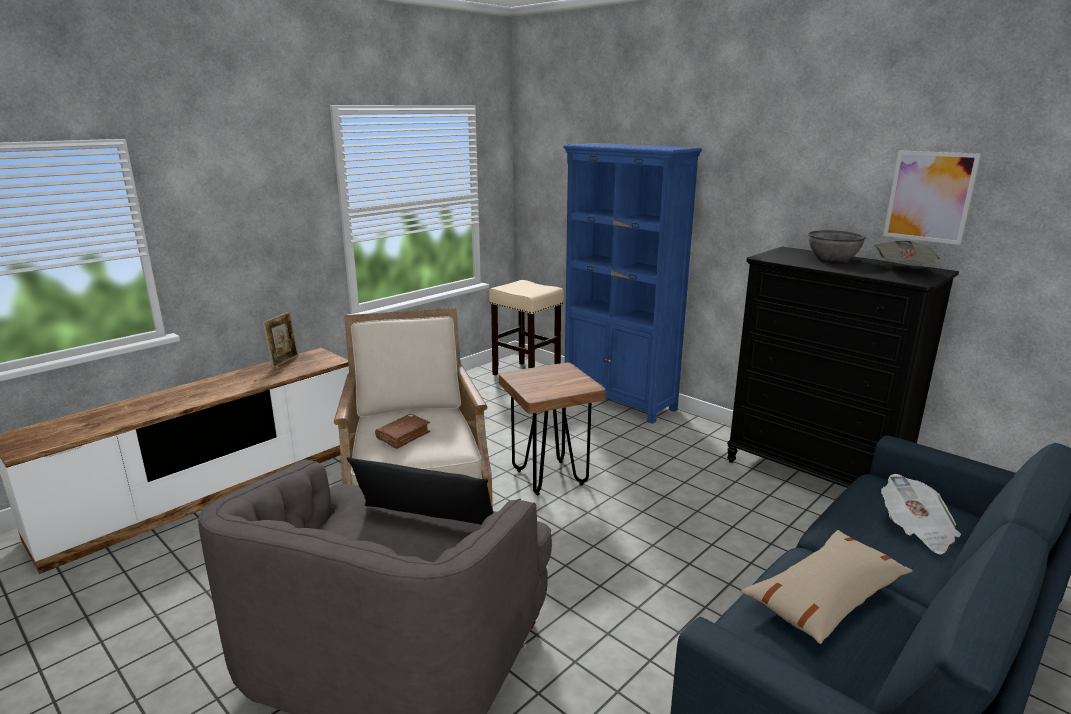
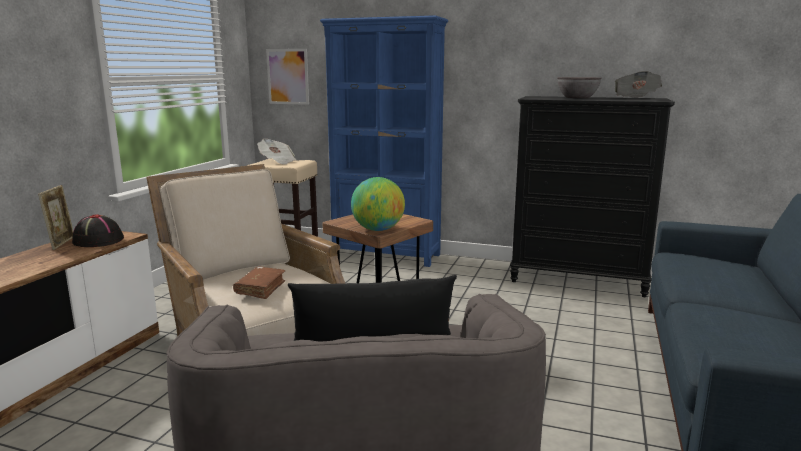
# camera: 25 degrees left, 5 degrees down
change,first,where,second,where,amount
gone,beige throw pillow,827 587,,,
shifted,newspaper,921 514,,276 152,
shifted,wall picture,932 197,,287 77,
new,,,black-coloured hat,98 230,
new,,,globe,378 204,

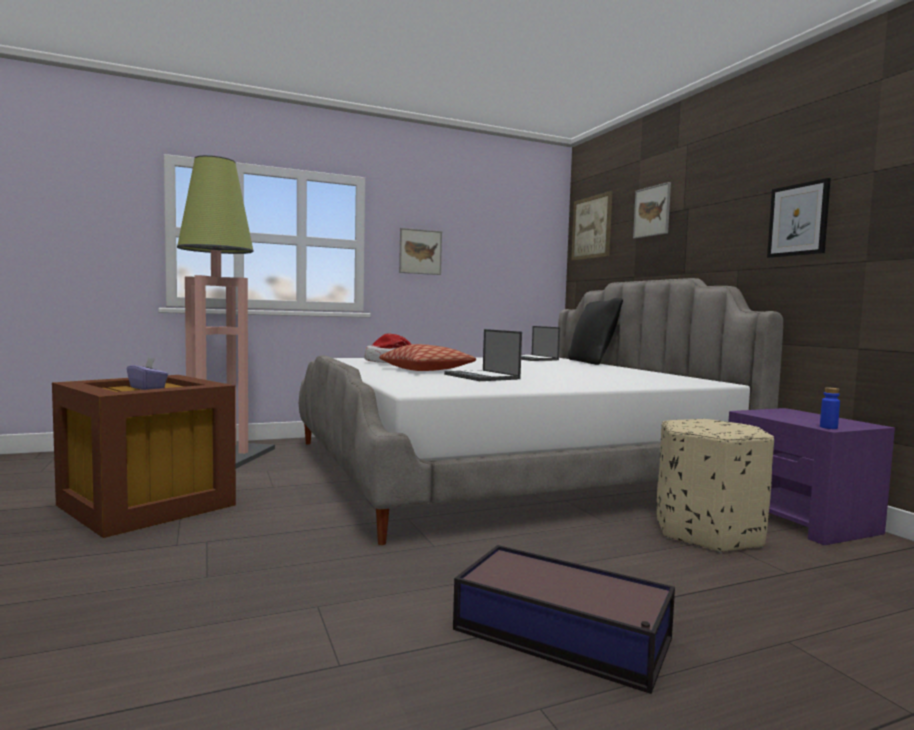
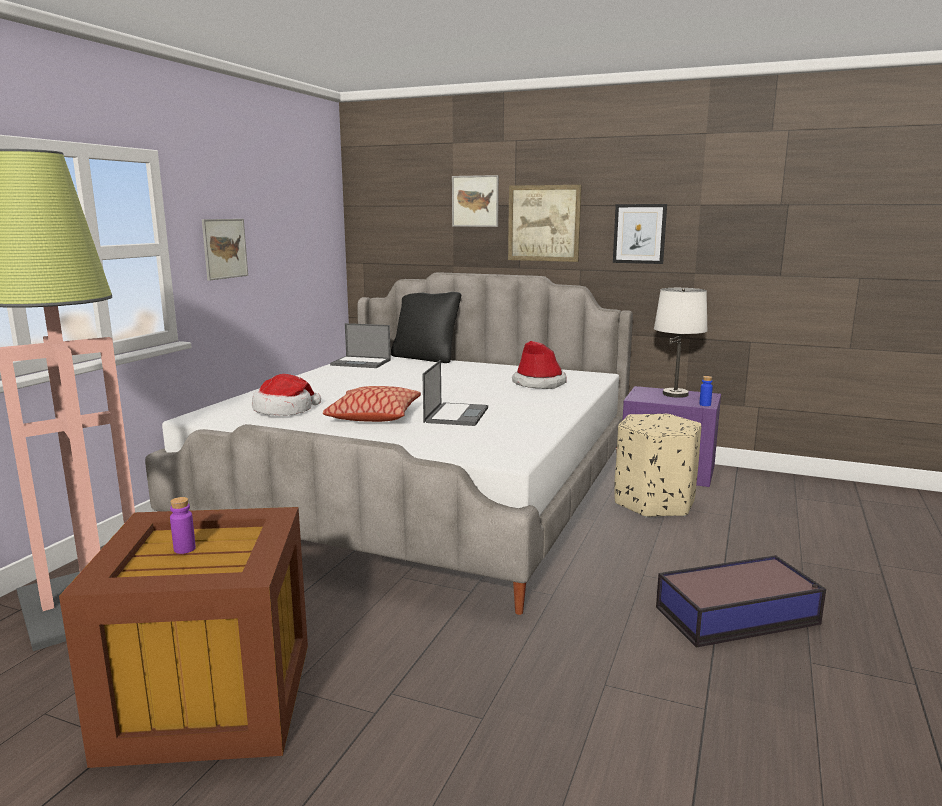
# camera: 45 degrees left, 10 degrees up
change,first,where,second,where,amount
swapped,purplish tissue box,147 373,purplish beverage bottle,183 525,
rotated,notebook computer,483 355,,455 393,90 degrees counterclockwise
shifted,wall picture,591 226,,545 223,
new,,,hat,539 365,
new,,,whitish tabletop lamp,681 343,

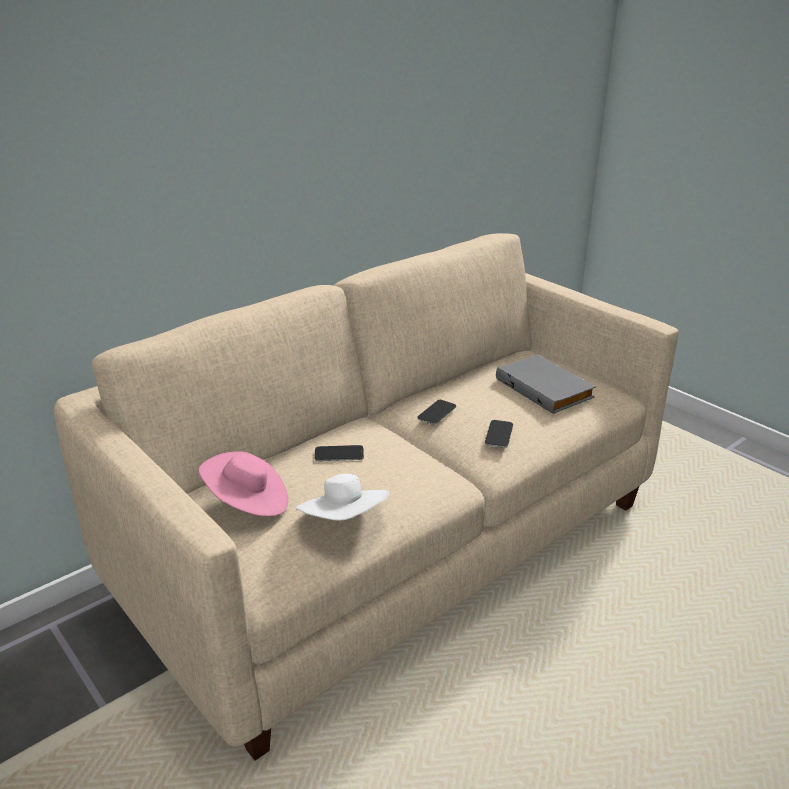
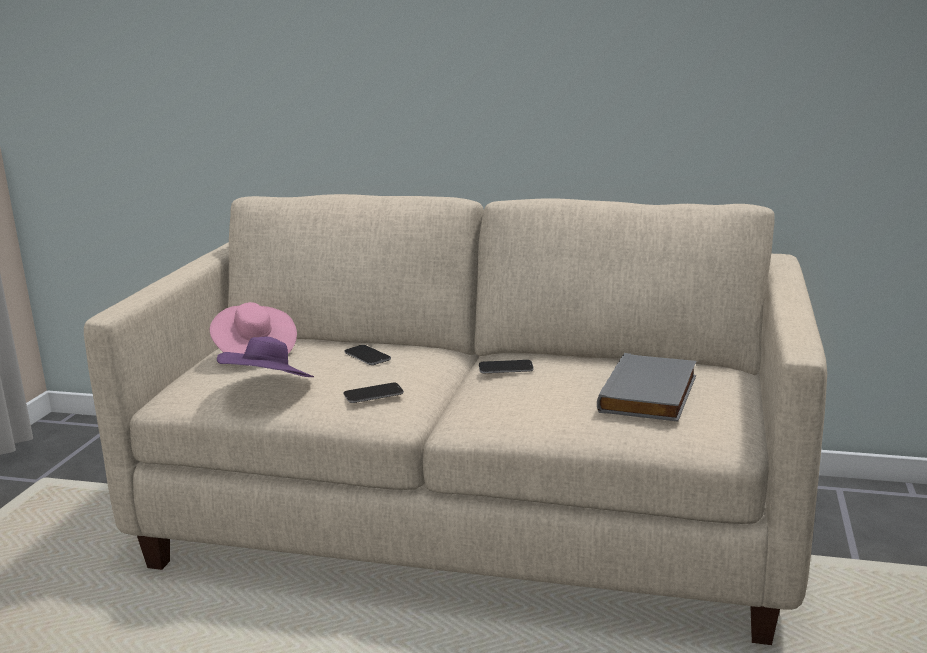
# camera: 55 degrees right, 10 degrees down
change,first,where,second,where,amount
repainted,whitish hat,343 497,purplish hat,265 357,
shifted,phone,499 434,,374 393,

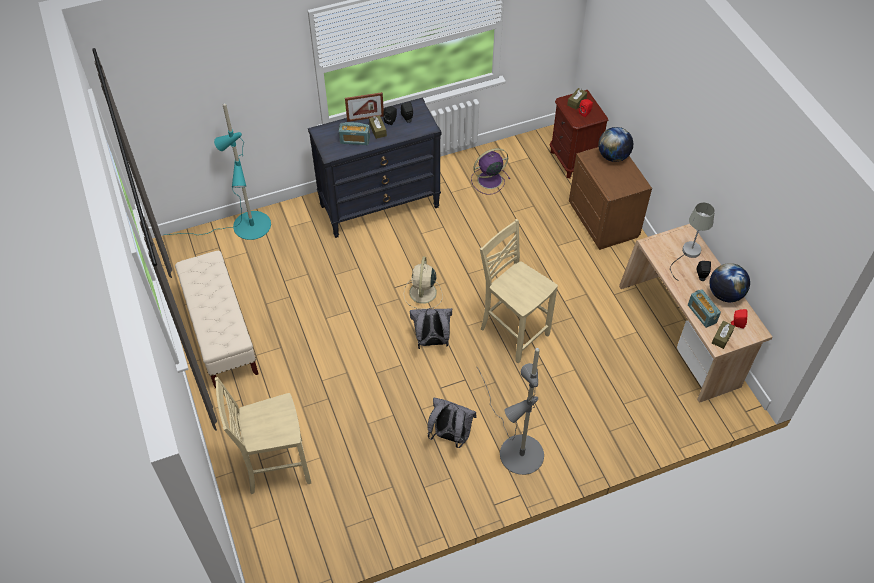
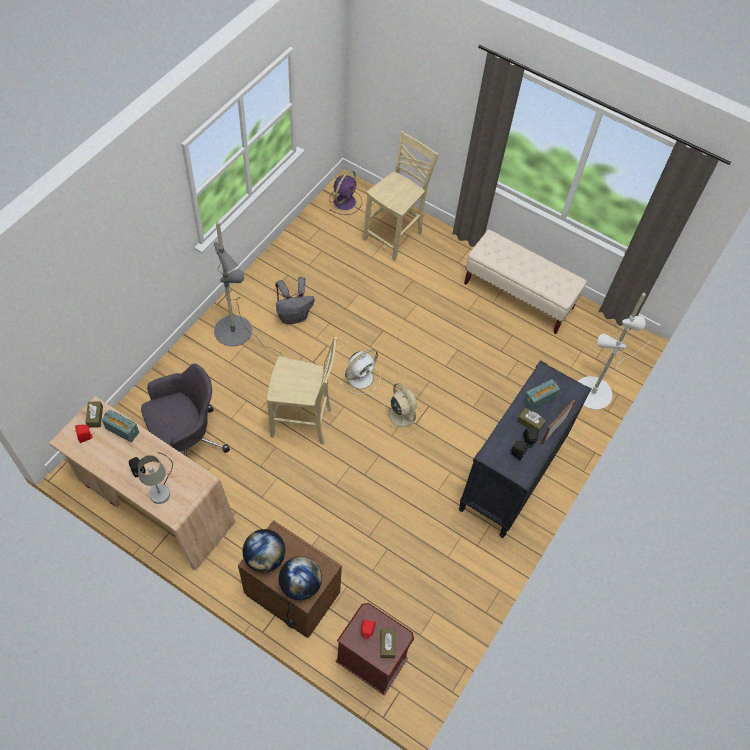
# camera: 140 degrees right, 5 degrees up
change,first,where,second,where,amount
repainted,blue-green floor lamp,217 171,whitish floor lamp,615 351,
swapped,gray rucksack,431 328,whitish electric fan,360 372,
shifted,purplish electric fan,490 171,,345 192,
shifted,globe,729 282,,263 550,
new,,,gray office chair,185 410,

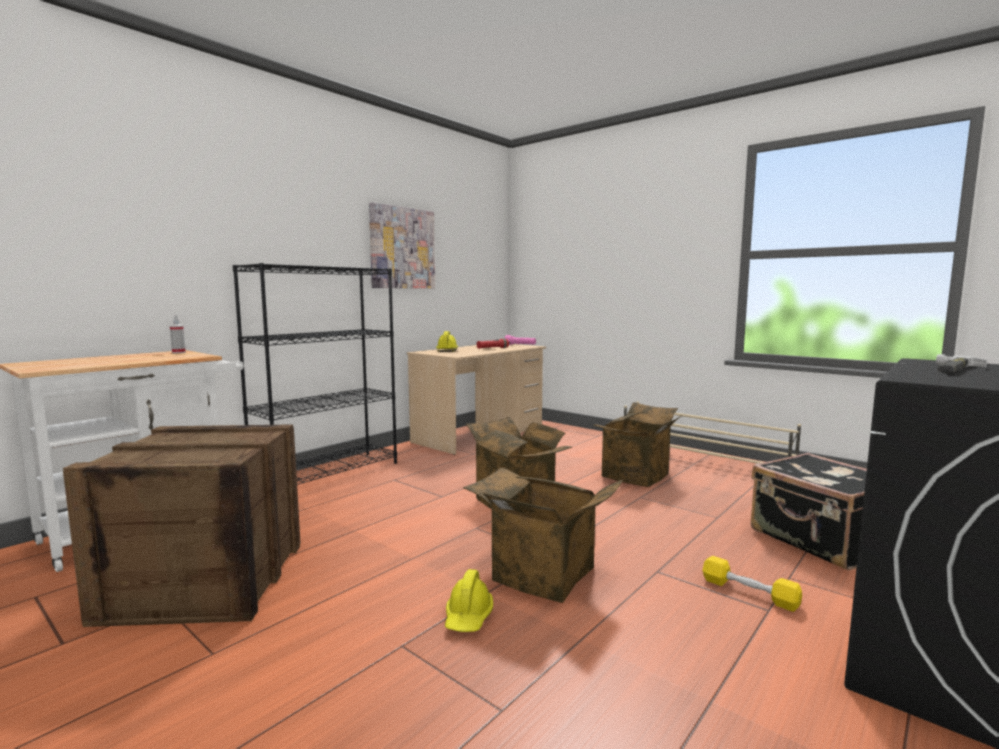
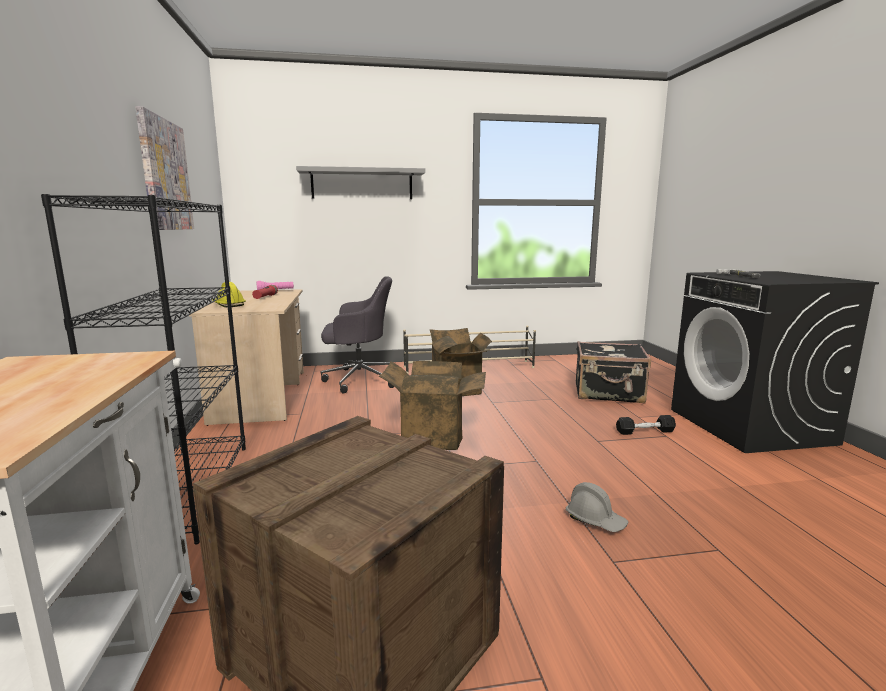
# camera: 50 degrees left, 5 degrees up
change,first,where,second,where,amount
gone,spray bottle,178 334,,,
repainted,yellowish work helmet,469 600,gray work helmet,597 507,
gone,packing box,543 535,,,
repainted,yellowish dumbbell,752 584,black-coloured dumbbell,646 425,
new,,,gray shelf,360 182,
new,,,gray office chair,357 335,

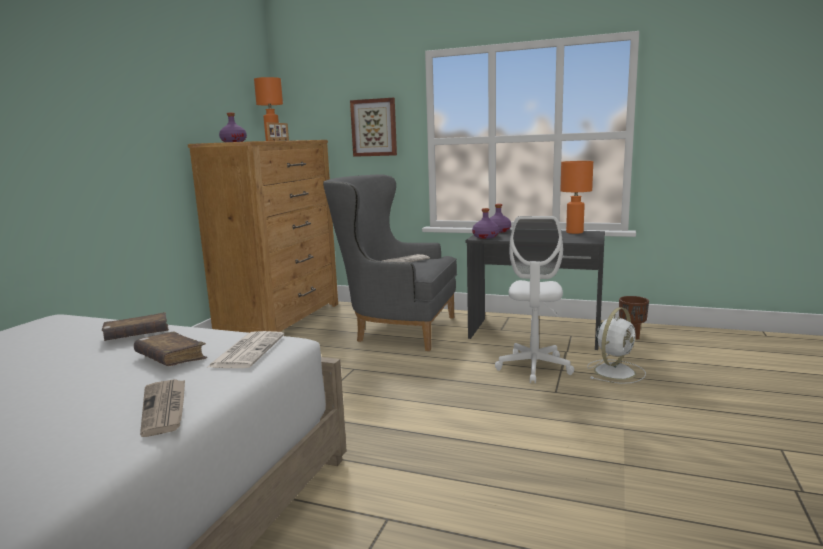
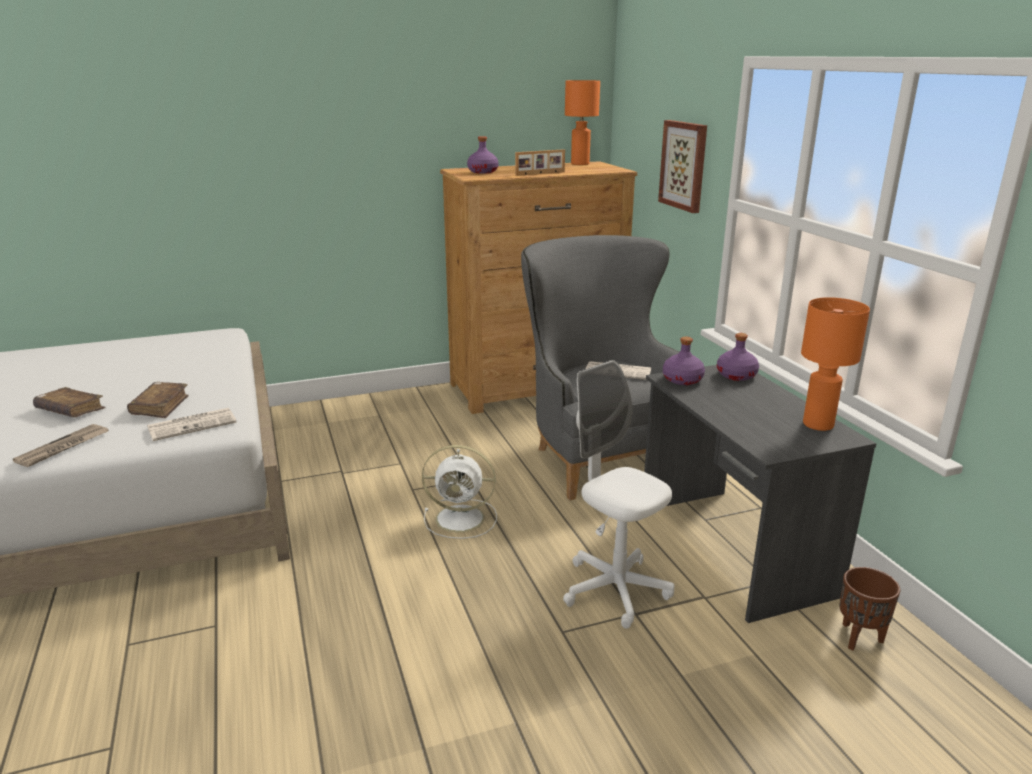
# camera: 50 degrees right, 10 degrees up
change,first,where,second,where,amount
shifted,brown-coloured volume,135 326,,69 402,
rotated,whitish office chair,534 300,,618 494,75 degrees clockwise
shifted,whitish electric fan,616 345,,459 492,

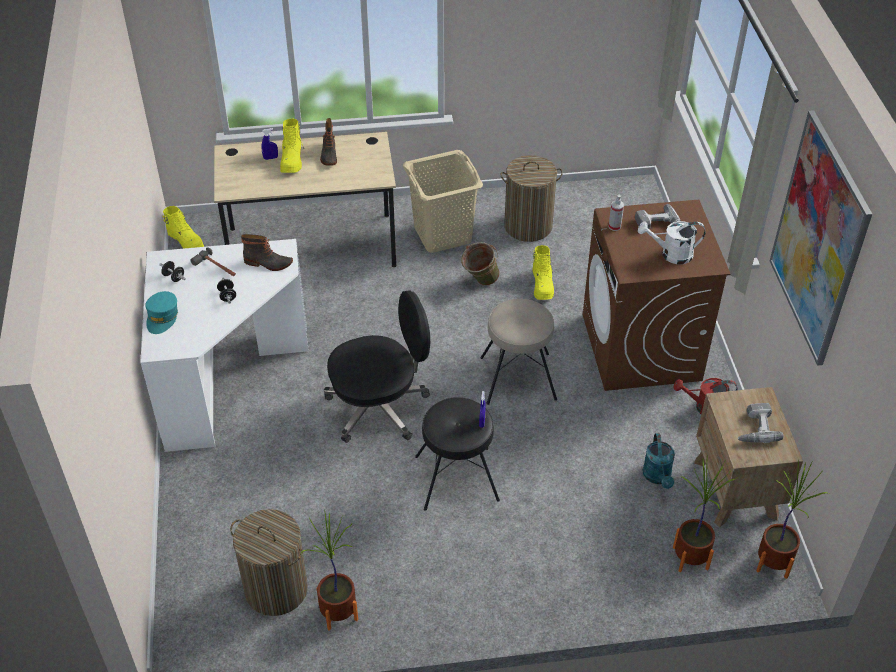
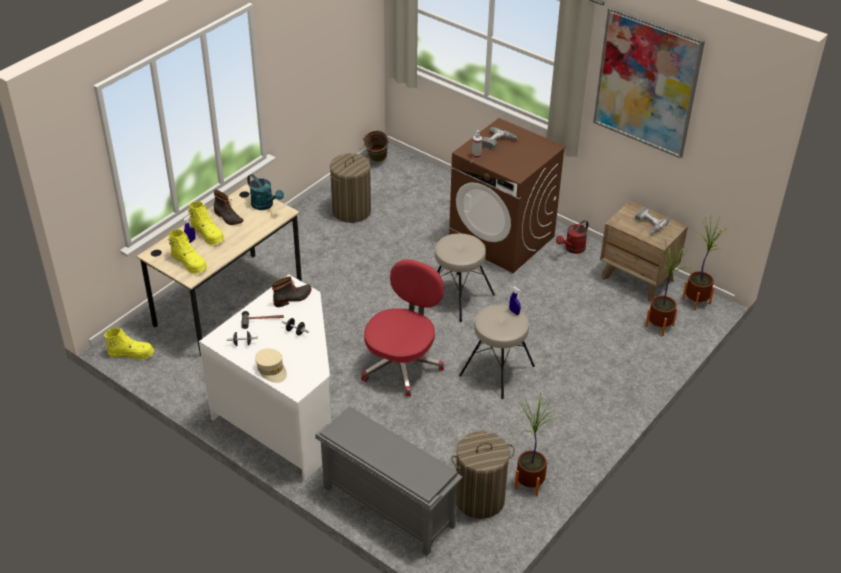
# camera: 45 degrees left, 5 degrees down
change,first,where,second,where,amount
repainted,blue-green baseball cap,161 312,beige baseball cap,271 365,
repainted,black-coloured office chair,377 366,red-coloured office chair,402 328,
gone,beige washing basket,443 201,,,
repainted,black-coloured stool,457 454,beige stool,497 352,
shifted,green-coloured pail,480 264,,376 146,
shifted,yellowish tall boot,543 272,,187 251,
gone,whitish watering can,671 242,,,
shifted,blue-green watering can,658 461,,265 192,
new,,,gray shoe rack,389 481,

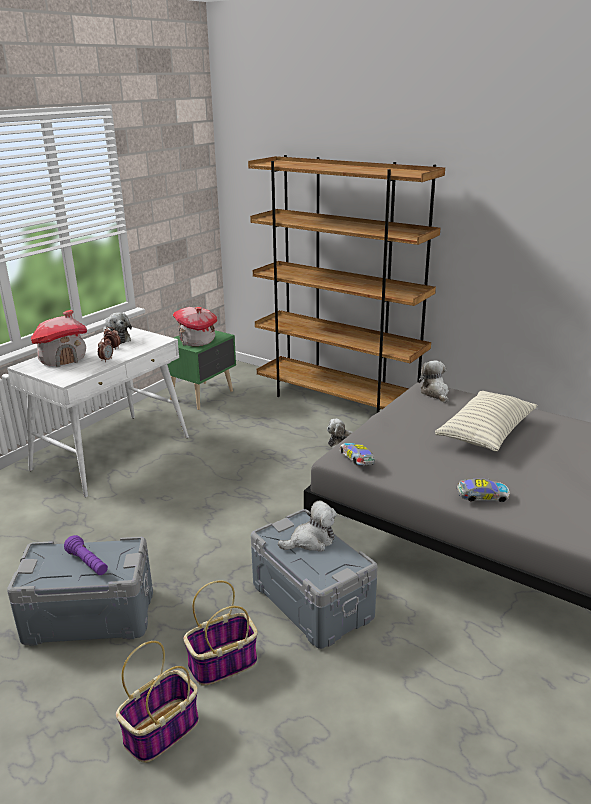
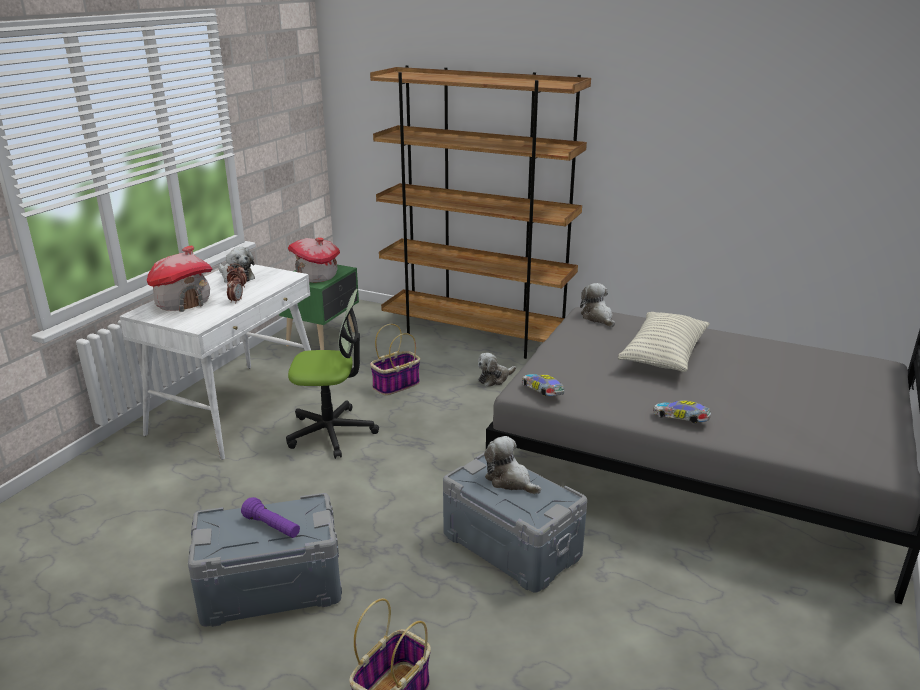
# camera: 10 degrees left, 0 degrees up
change,first,where,second,where,amount
shifted,basket,220 633,,395 359,
rotated,plush toy,307 526,,512 465,105 degrees counterclockwise
rotated,miniature car,483 490,,682 411,135 degrees counterclockwise
new,,,office chair,332 374,

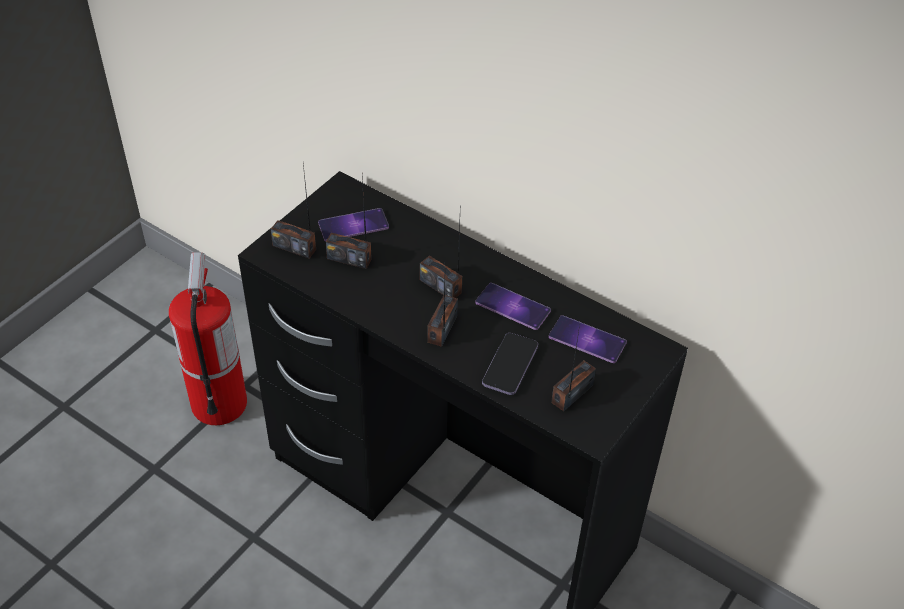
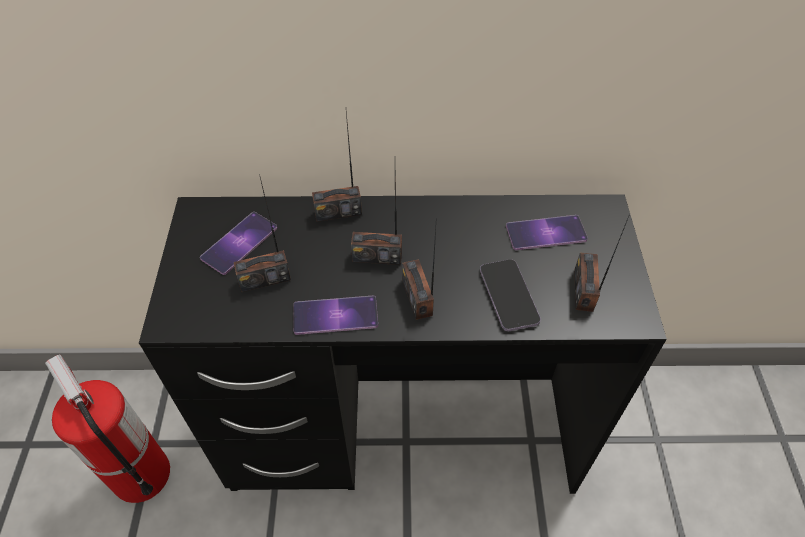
# camera: 35 degrees left, 5 degrees up
change,first,where,second,where,amount
shifted,radio receiver,293 211,,337 167,
shifted,phone,513 306,,336 315,

